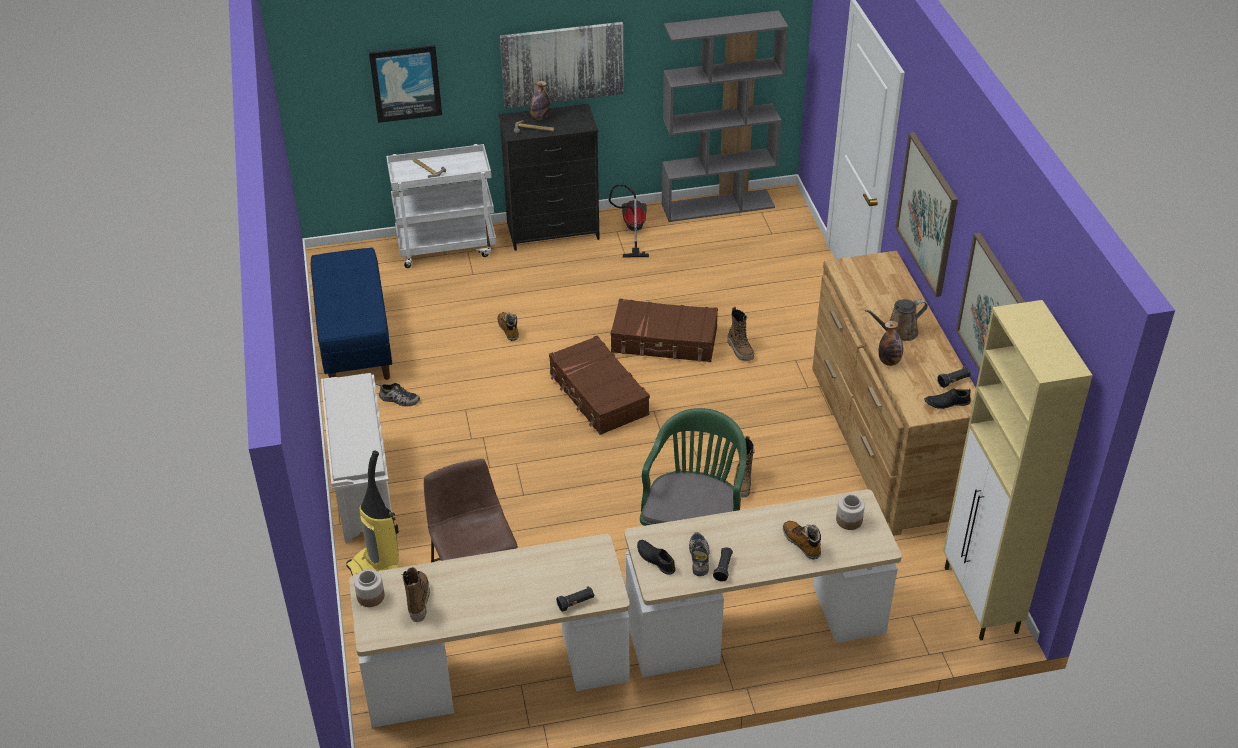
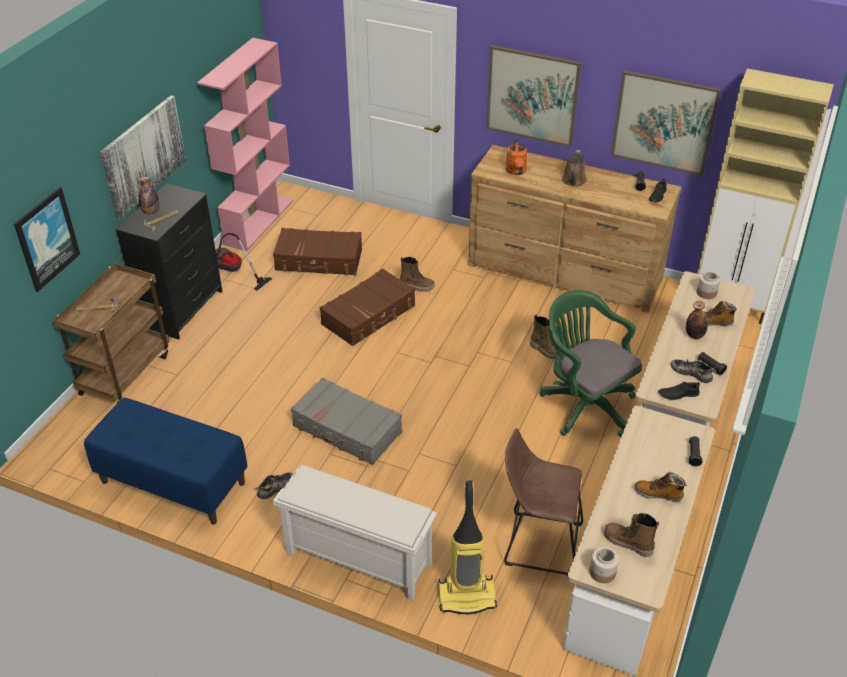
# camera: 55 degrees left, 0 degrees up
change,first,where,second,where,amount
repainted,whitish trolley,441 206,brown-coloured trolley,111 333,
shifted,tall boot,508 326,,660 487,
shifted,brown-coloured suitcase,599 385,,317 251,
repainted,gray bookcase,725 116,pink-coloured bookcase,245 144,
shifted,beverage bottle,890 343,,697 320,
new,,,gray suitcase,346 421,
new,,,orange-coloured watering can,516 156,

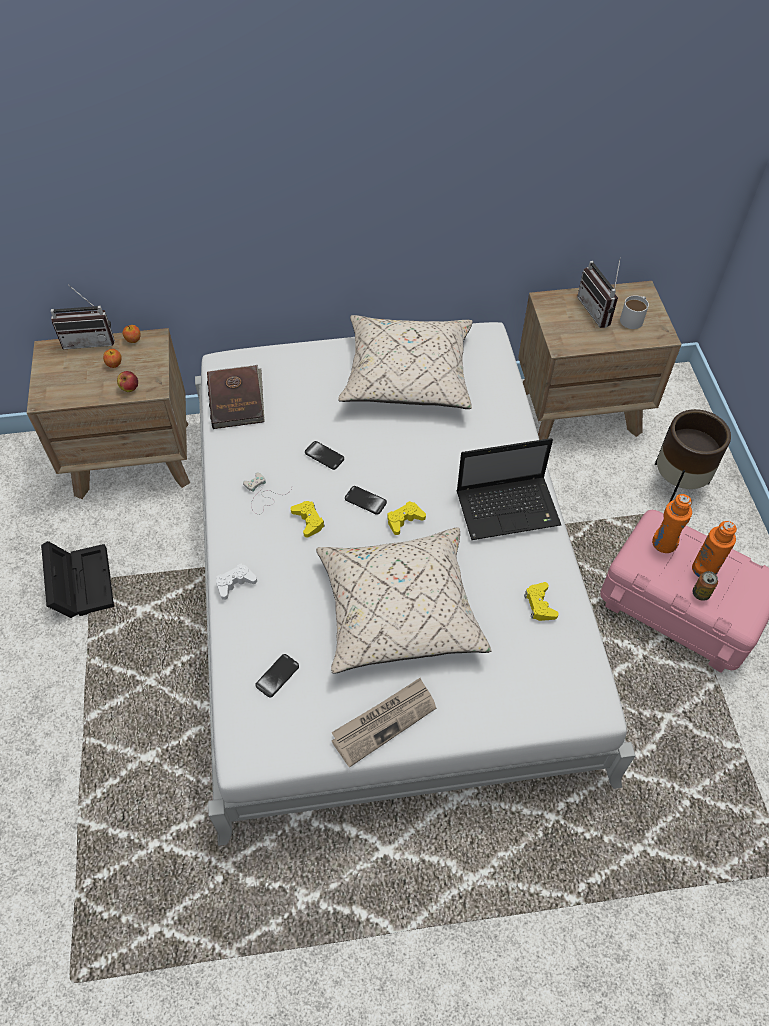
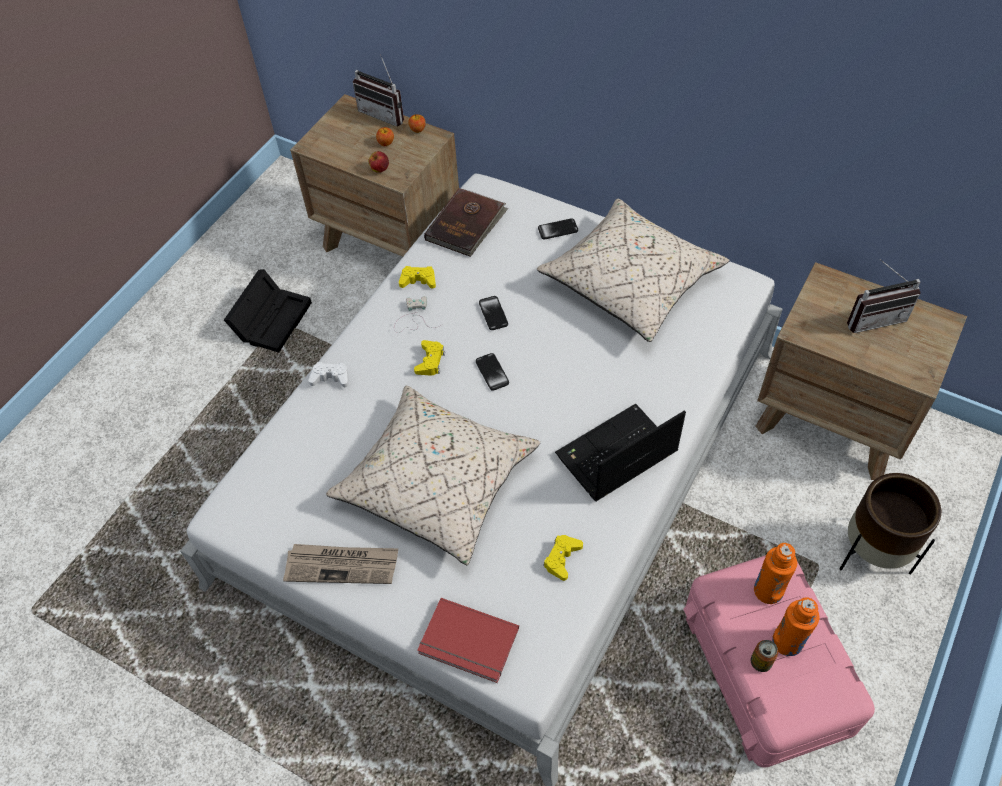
# camera: 40 degrees right, 0 degrees up
change,first,where,second,where,amount
shifted,phone,277 675,,558 228,
shifted,yellowish joypad,407 518,,417 277,
rotated,notebook computer,509 489,,620 452,120 degrees clockwise
rotated,radio receiver,599 292,,884 296,120 degrees counterclockwise
gone,whitish mug,634 312,,,
new,,,red-coloured volume,468 640,

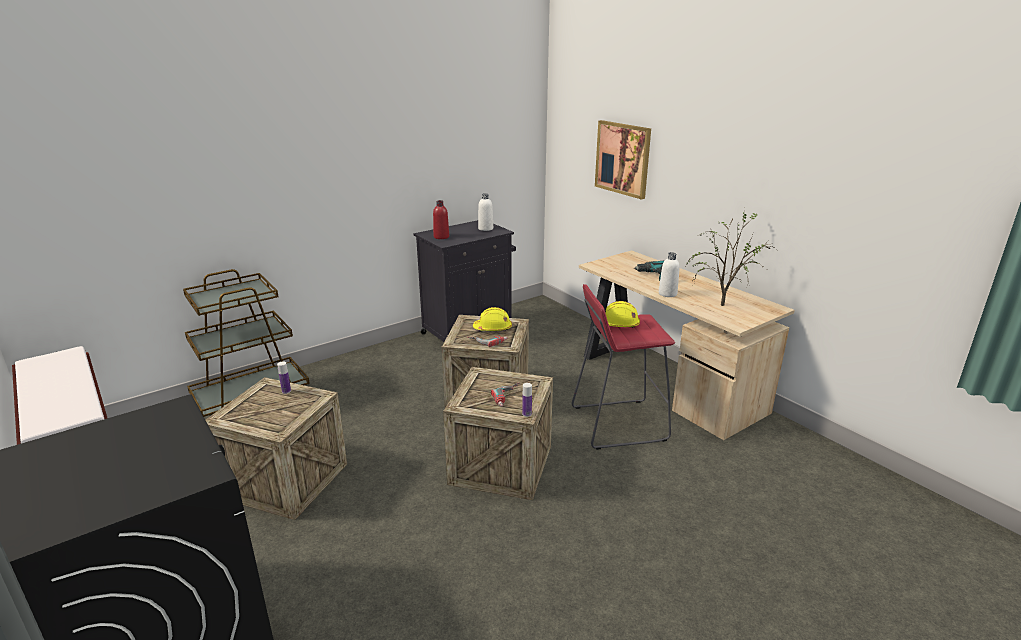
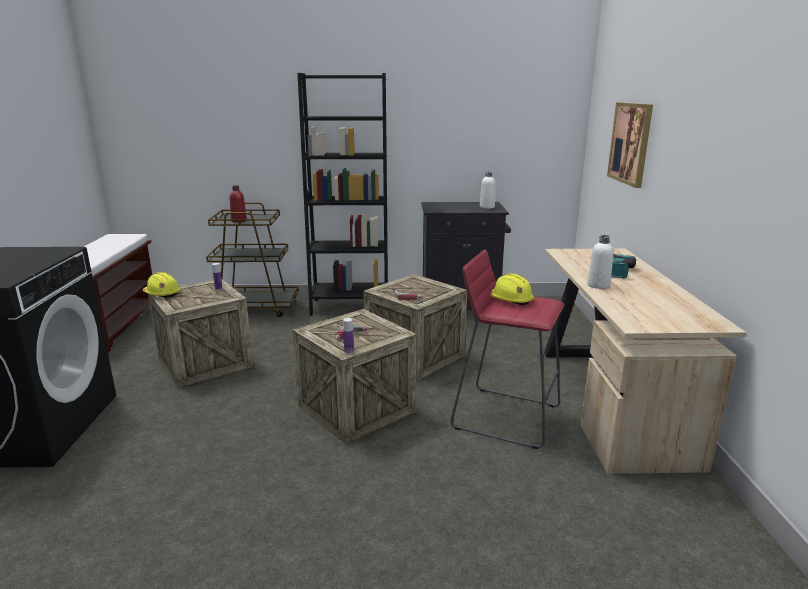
# camera: 35 degrees right, 5 degrees down
change,first,where,second,where,amount
shifted,red-coloured beverage bottle,441 219,,238 204,
shifted,yellowish work helmet,492 319,,162 285,
gone,plant in a pot,730 257,,,
new,,,black-coloured bookcase,343 194,

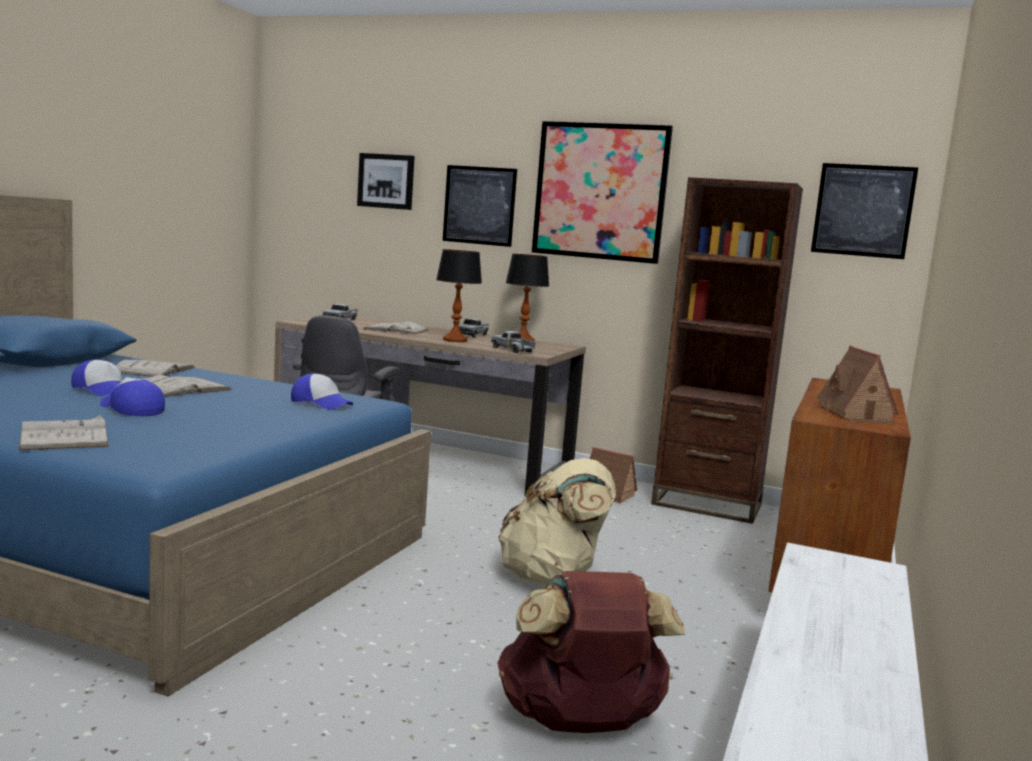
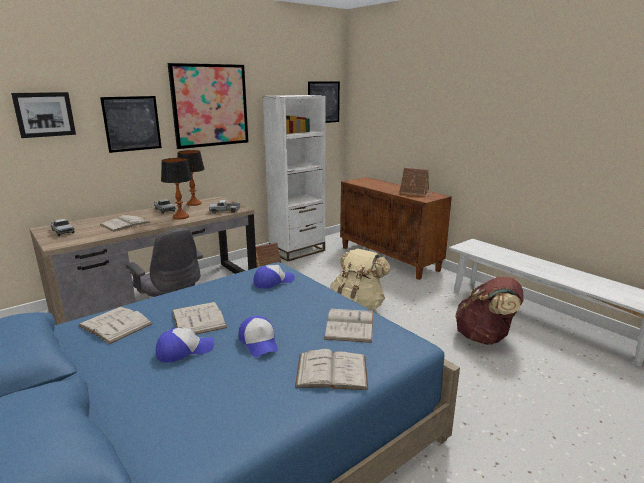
# camera: 60 degrees left, 10 degrees up
change,first,where,second,where,amount
rotated,baseball cap,132 396,,258 336,90 degrees counterclockwise
repainted,brown-coloured bookcase,727 350,whitish bookcase,294 178,
new,,,whitish volume,348 326,

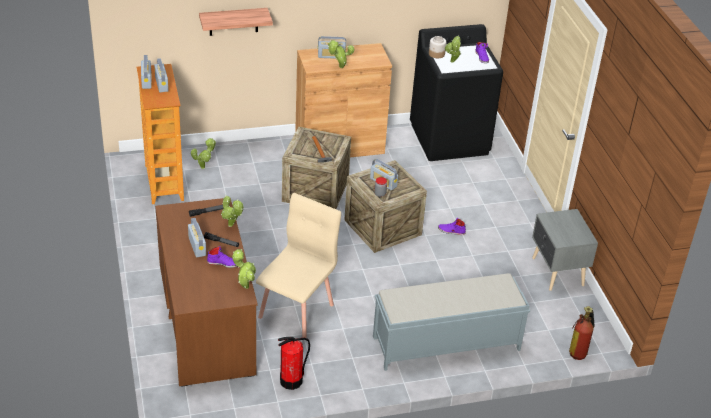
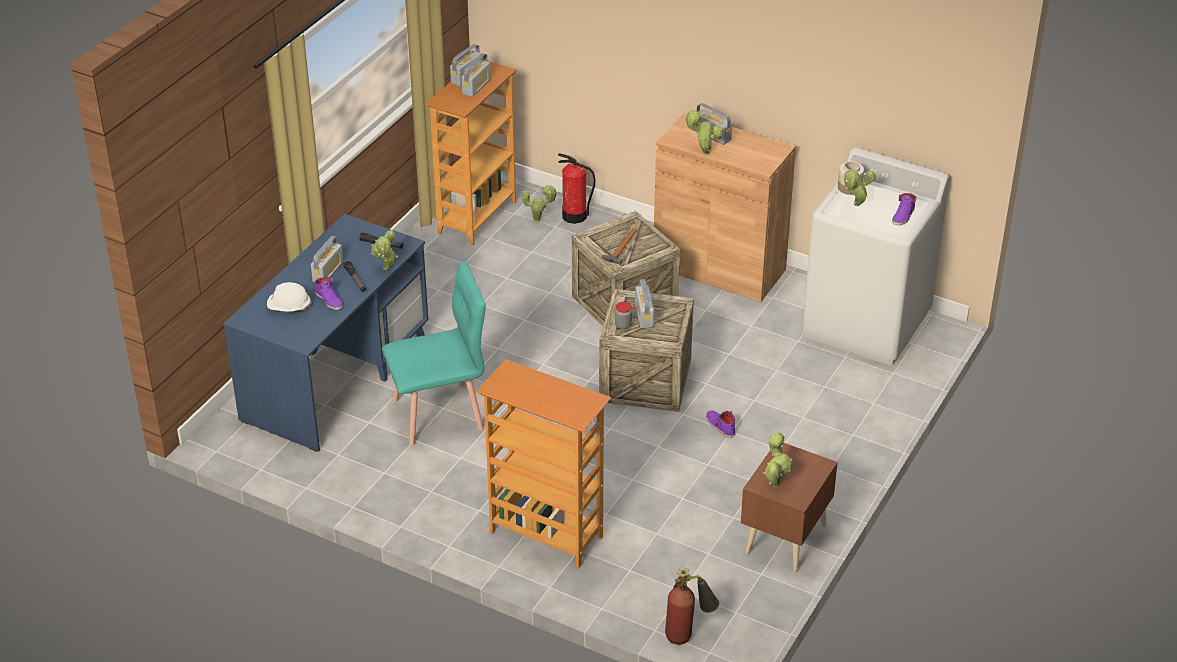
# camera: 45 degrees right, 0 degrees up
change,first,where,second,where,amount
repainted,brown-coloured desk table,206 292,blue-coloured desk table,326 333,
gone,shelf,236 22,,,
shifted,plant in a pot,244 269,,778 460,
repainted,beige plain chair,298 265,blue-green plain chair,434 353,
shifted,fire extinguisher,294 363,,576 189,
swapped,gray bench,451 322,bookcase,544 464,
repainted,black-coloured laundry machine,456 92,whitish laundry machine,876 256,
repainted,gray bedside table,565 250,brown-coloured bedside table,789 507,
new,,,whitish work helmet,289 297,

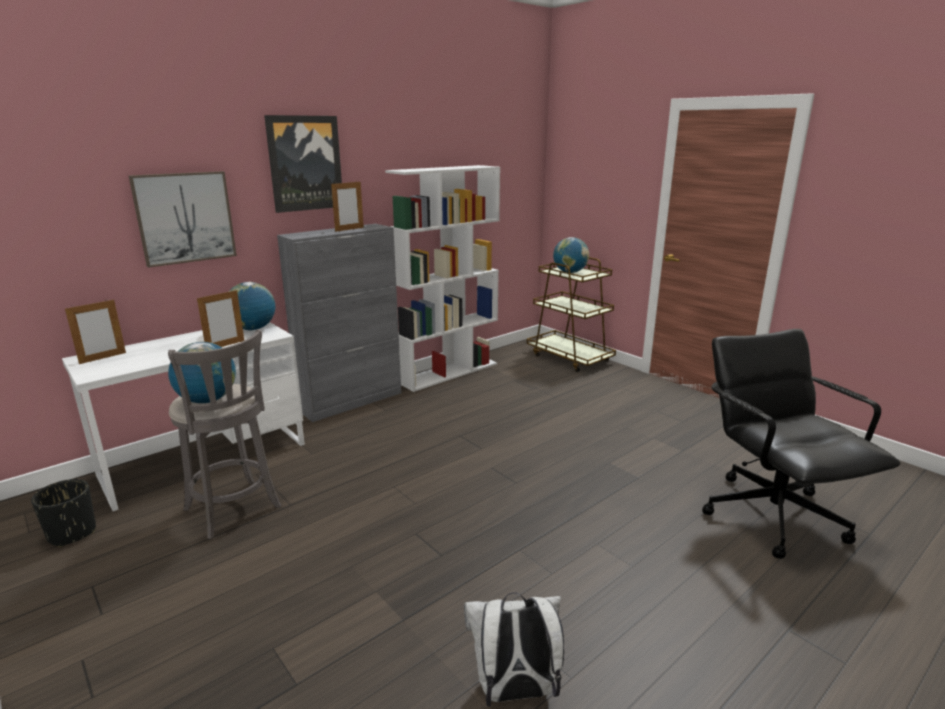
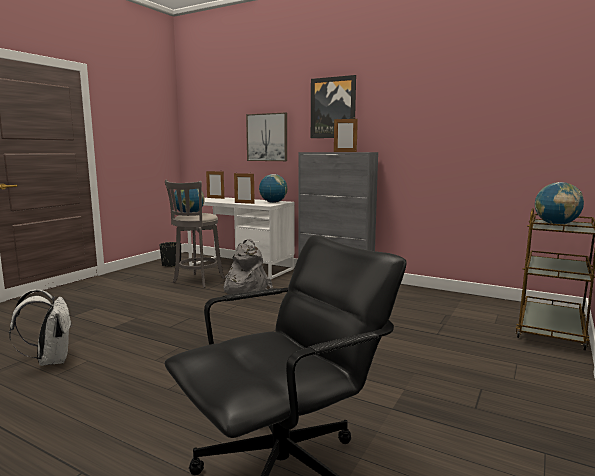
# camera: 70 degrees right, 10 degrees down
change,first,where,second,where,amount
gone,whitish bookcase,442 278,,,
new,,,gray rucksack,248 266,

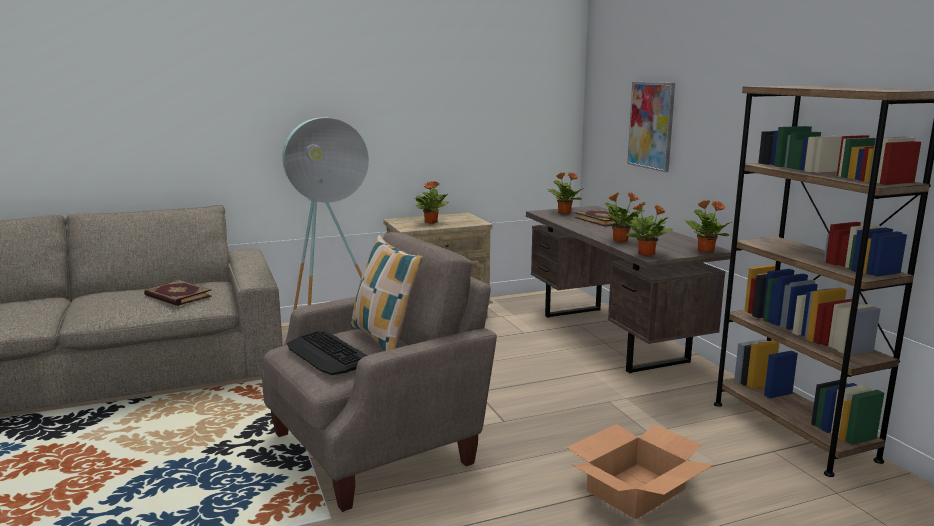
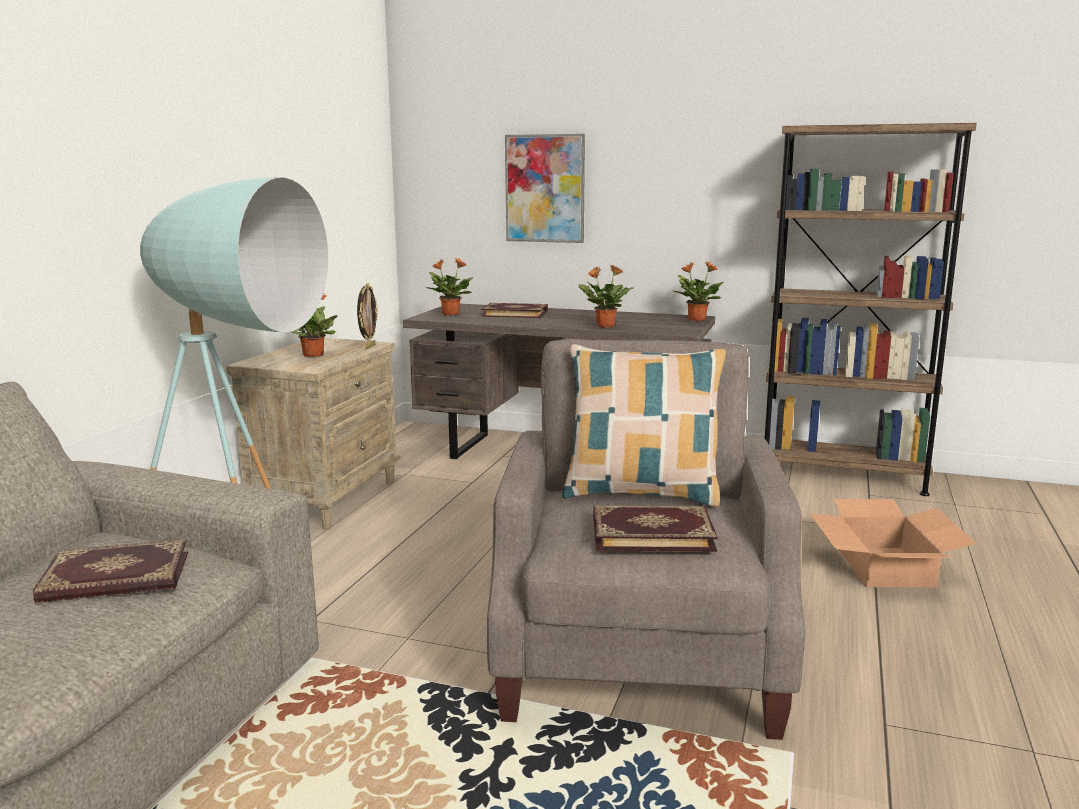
# camera: 50 degrees left, 0 degrees up
change,first,where,second,where,amount
swapped,computer keyboard,327 353,volume,655 529,
gone,plant in a pot,648 229,,,
new,,,photo frame,367 316,

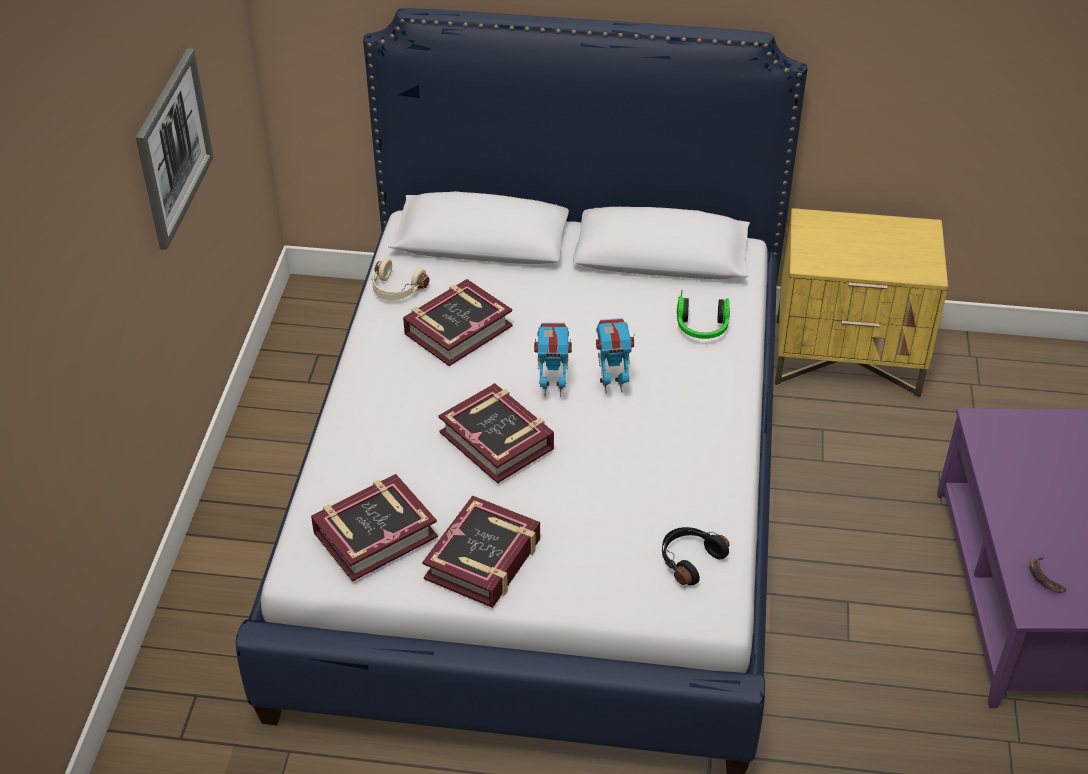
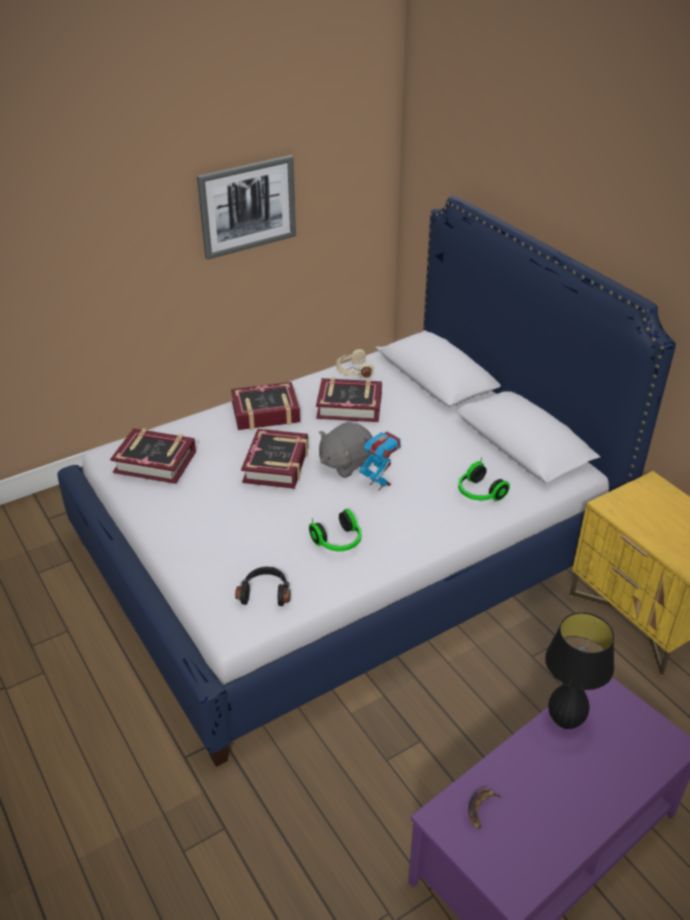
# camera: 50 degrees right, 5 degrees down
change,first,where,second,where,amount
shifted,volume,481 551,,266 406,
swapped,model robot,553 360,gray plush toy,346 450,
new,,,pair of headphones,335 530,
new,,,black-coloured tabletop lamp,579 670,

